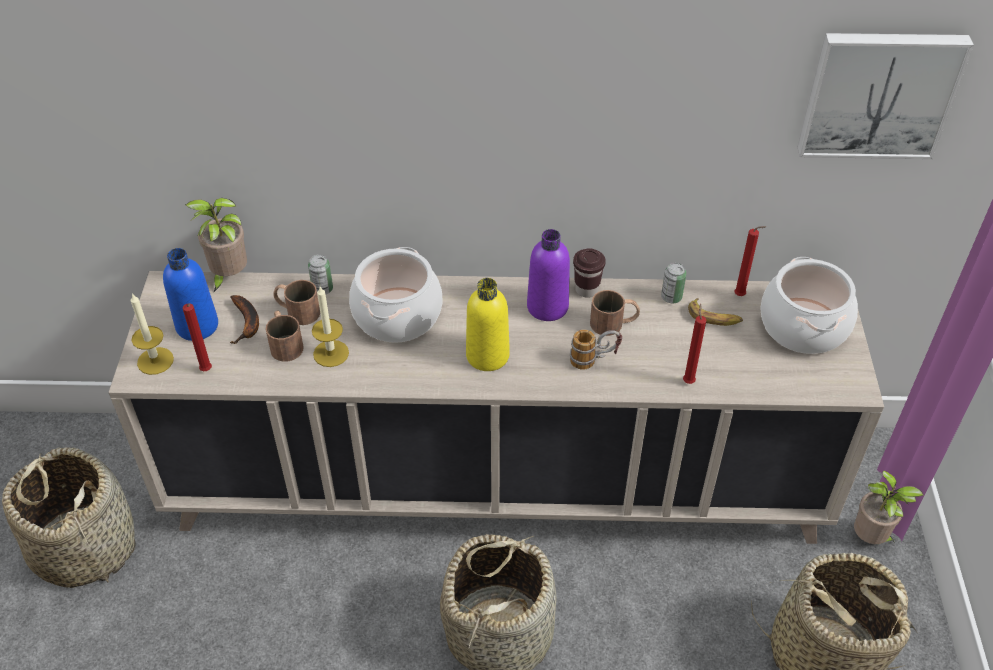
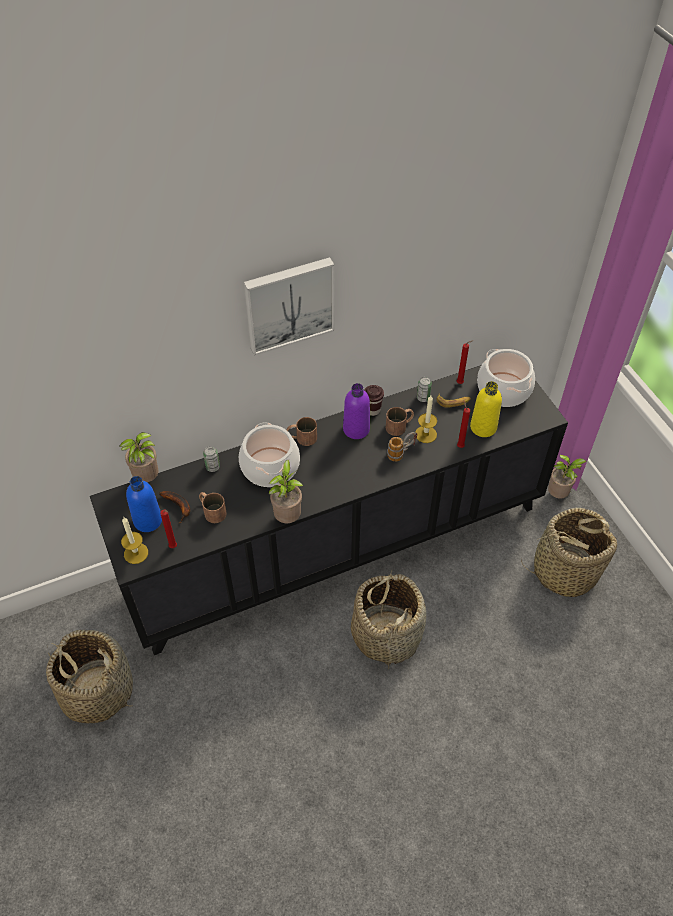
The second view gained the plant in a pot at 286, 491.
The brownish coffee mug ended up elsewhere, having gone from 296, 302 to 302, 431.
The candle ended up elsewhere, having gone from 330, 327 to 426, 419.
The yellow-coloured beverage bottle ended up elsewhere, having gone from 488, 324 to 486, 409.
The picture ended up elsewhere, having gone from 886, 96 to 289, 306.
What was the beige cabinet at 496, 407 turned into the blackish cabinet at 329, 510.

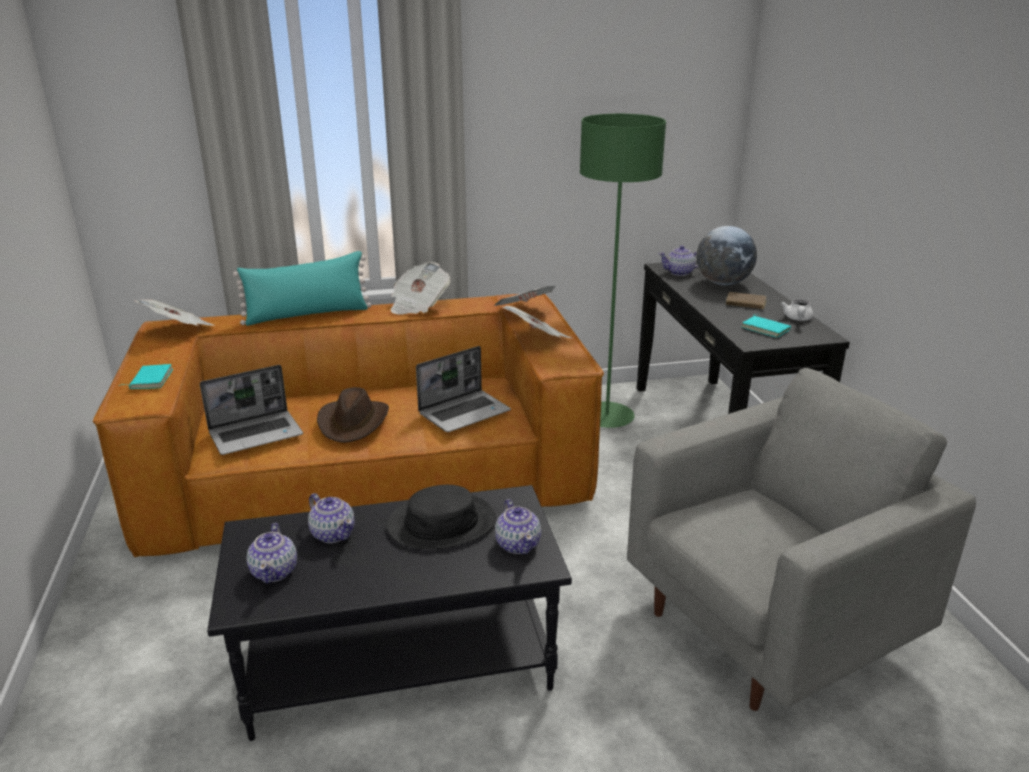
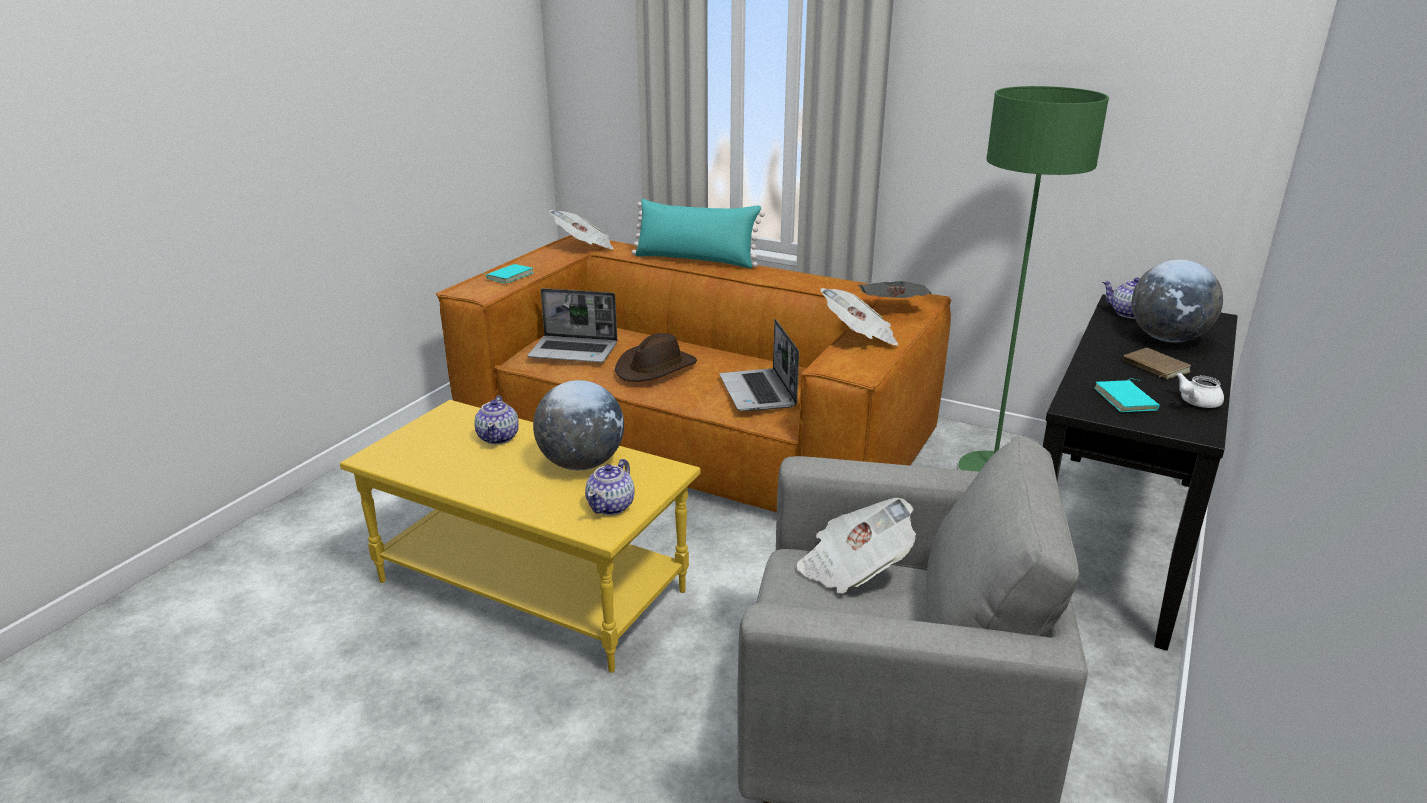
The second view lost the tea pot at 272, 553.
The daily paper ended up elsewhere, having gone from 420, 288 to 856, 546.
Where the blackish wearable hat stood at 441, 517, the world globe came to stand at 578, 425.
What was the blackish low table at 389, 613 turned into the yellow-coloured low table at 520, 536.
The laptop at 463, 389 ended up facing another way, 75 degrees clockwise from before.

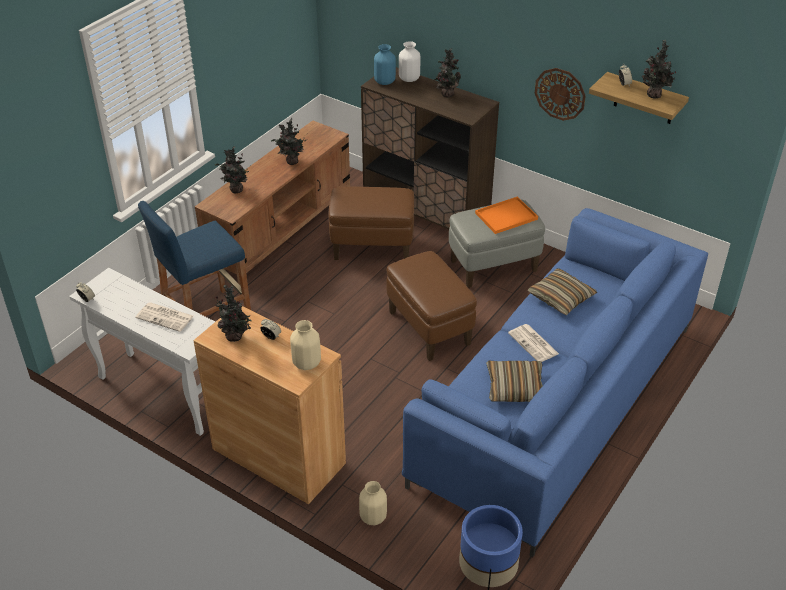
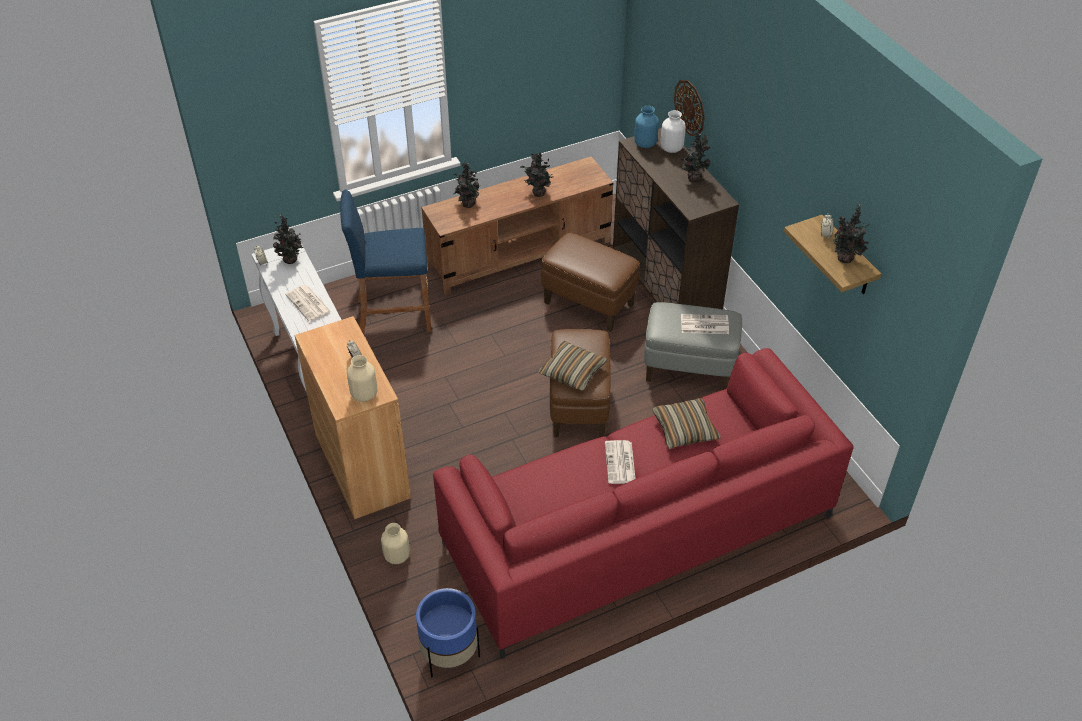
The plant in a pot ended up elsewhere, having gone from 234, 313 to 288, 239.
The cushion ended up elsewhere, having gone from 514, 381 to 572, 366.
The hanging clock ended up elsewhere, having gone from 560, 94 to 689, 108.
Where the orange carrying tray stood at 506, 215, the daily paper came to stand at 705, 324.
What was the blue settee at 555, 382 turned into the red-coloured settee at 643, 503.

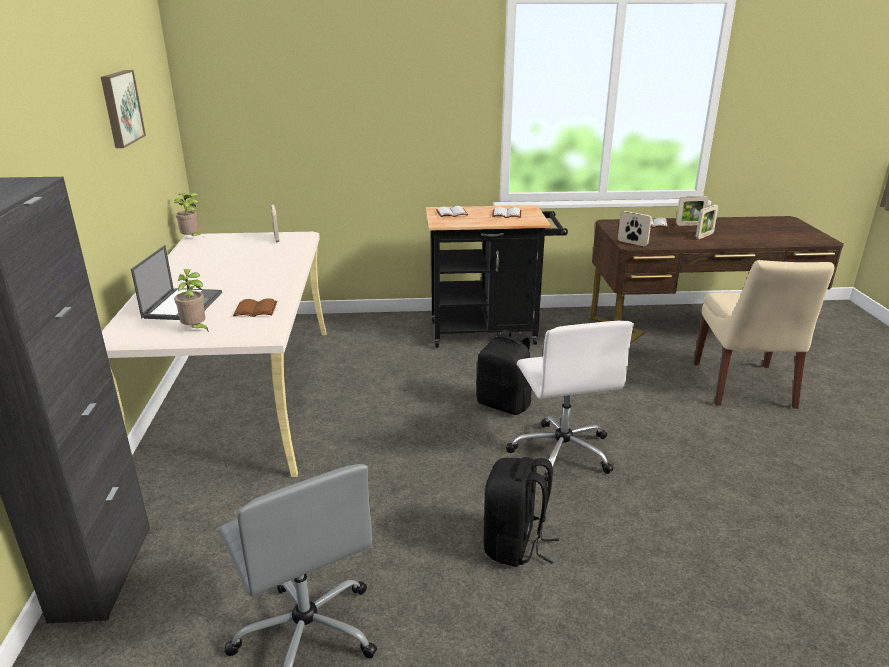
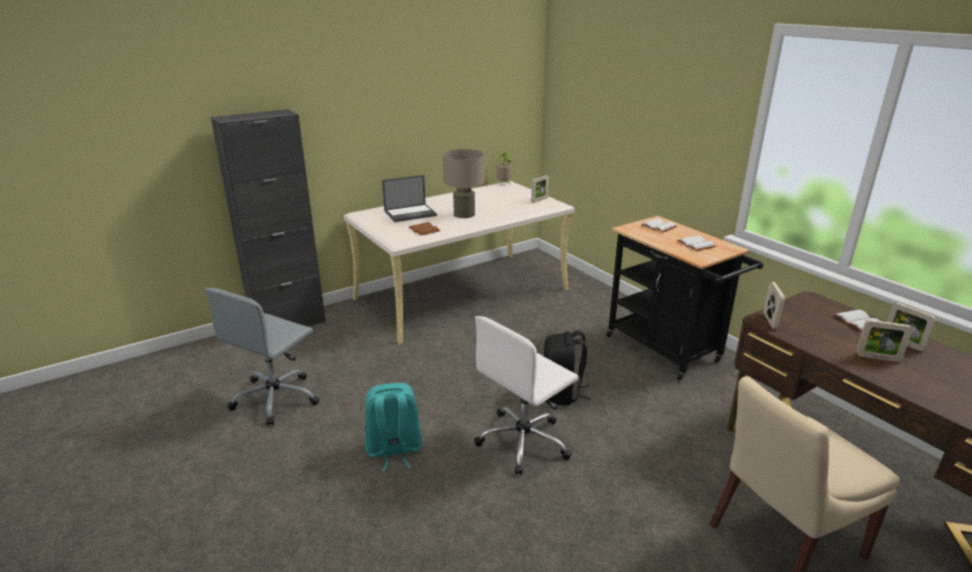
The second view lost the picture at 123, 109.
The second view lost the plant in a pot at 191, 300.
The second view gained the beige table lamp at 463, 183.
What was the blackish backpack at 521, 512 turned into the blue-green backpack at 393, 427.

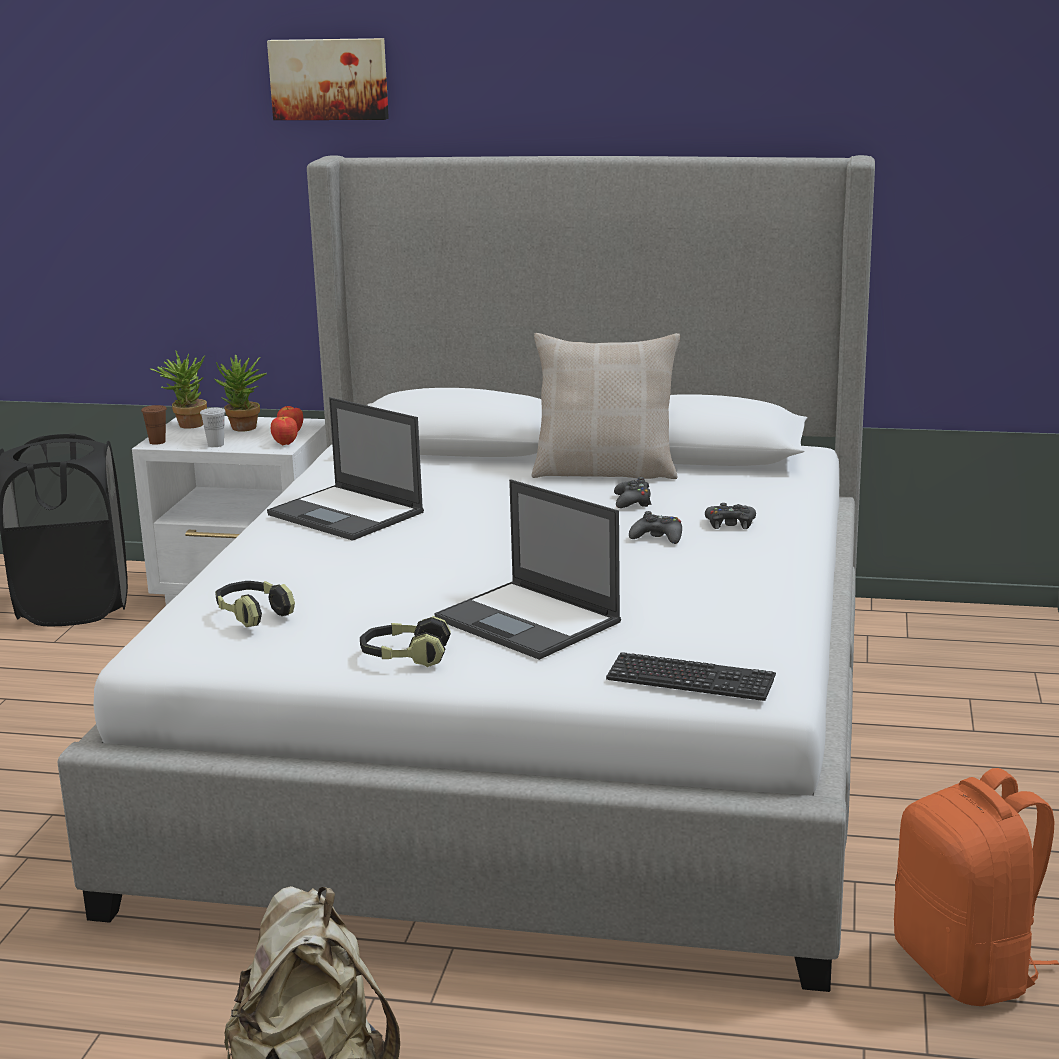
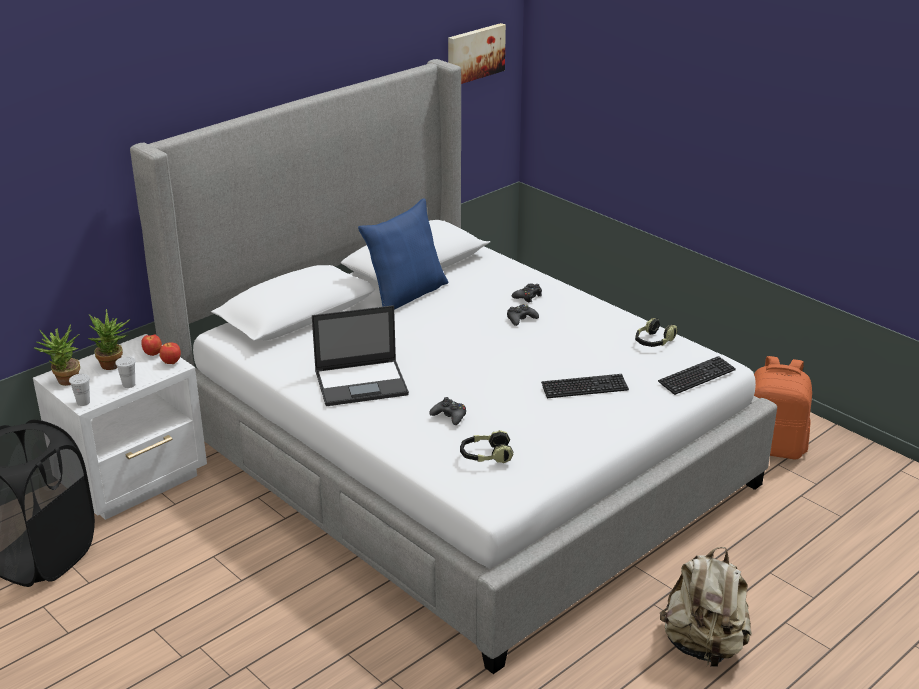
The picture ended up elsewhere, having gone from 328, 79 to 477, 53.
The headset ended up elsewhere, having gone from 405, 641 to 656, 332.
The blackish joypad ended up elsewhere, having gone from 633, 492 to 448, 411.
Where the laptop stood at 528, 569, the PC keyboard came to stand at 585, 386.
What was the brownish cup at 154, 425 turned into the white-coloured cup at 79, 390.
What was the beige cushion at 606, 406 turned into the blue cushion at 403, 254.

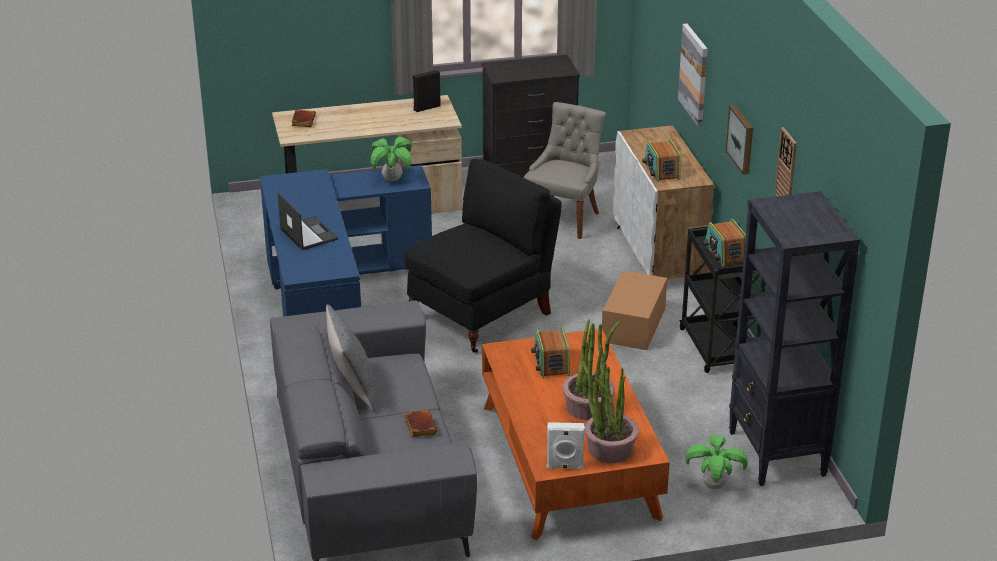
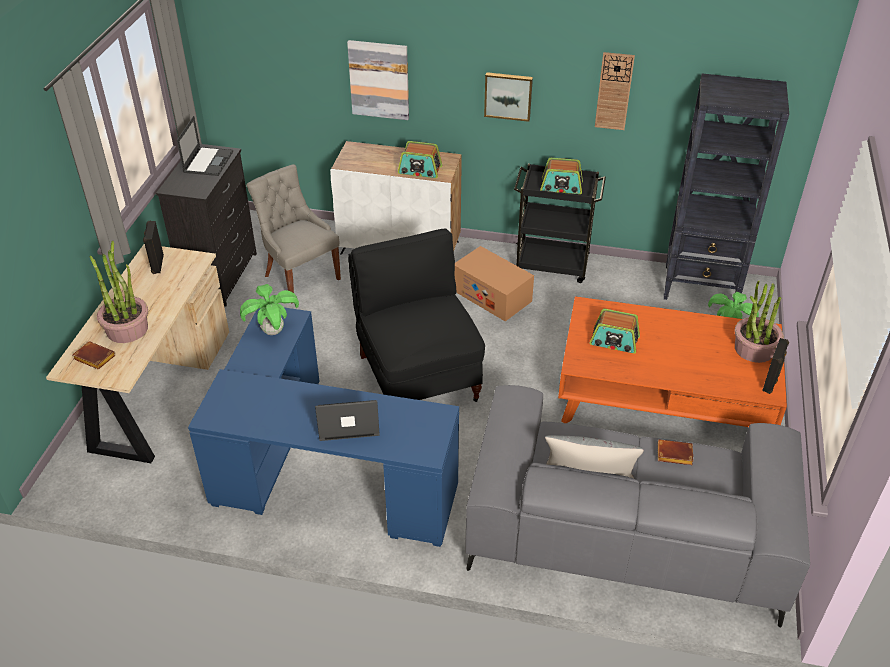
The second view gained the laptop at 205, 146.
The plant in a pot ended up elsewhere, having gone from 591, 369 to 119, 292.
What was the white-coloured speaker at 565, 445 turned into the blackish speaker at 775, 366.

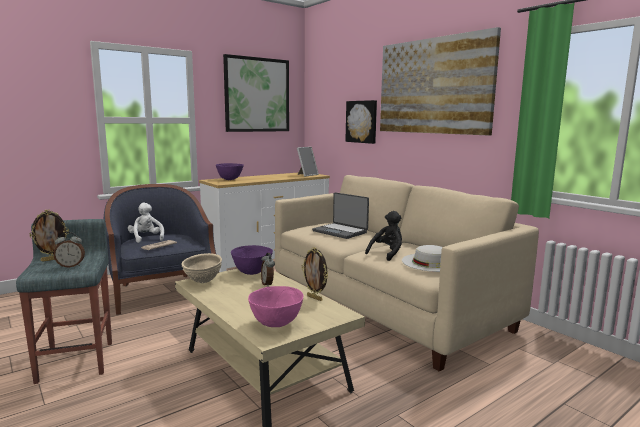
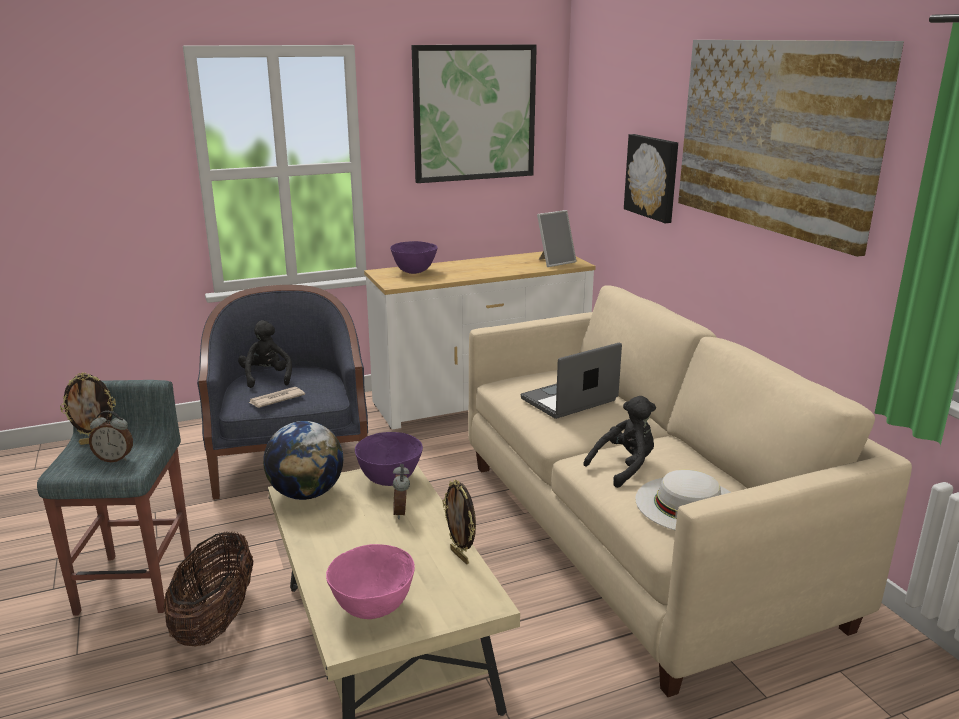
The second view gained the storage basket at 208, 588.
Where the beige serving bowl stood at 201, 268, the world globe came to stand at 303, 460.
What was the white-coloured cuddly toy at 146, 223 turned into the blackish cuddly toy at 265, 354.
The laptop at 340, 215 ended up facing another way, 90 degrees clockwise from before.

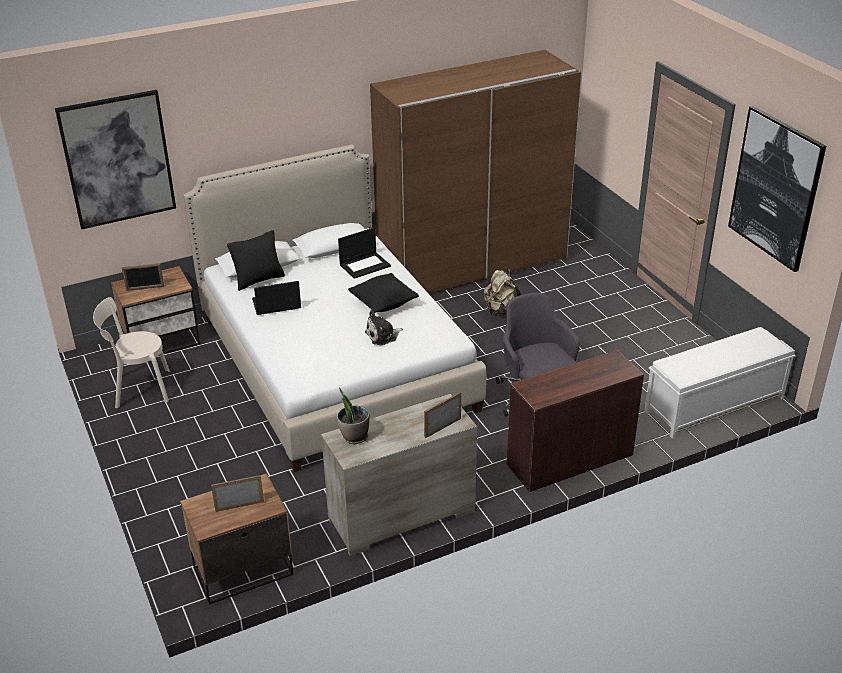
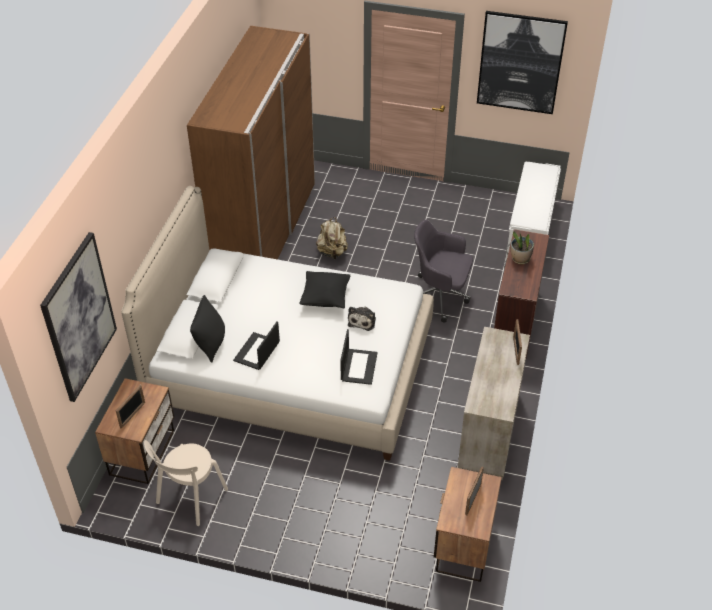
The plant in a pot ended up elsewhere, having gone from 353, 416 to 522, 247.
The laptop ended up elsewhere, having gone from 364, 253 to 359, 357.

